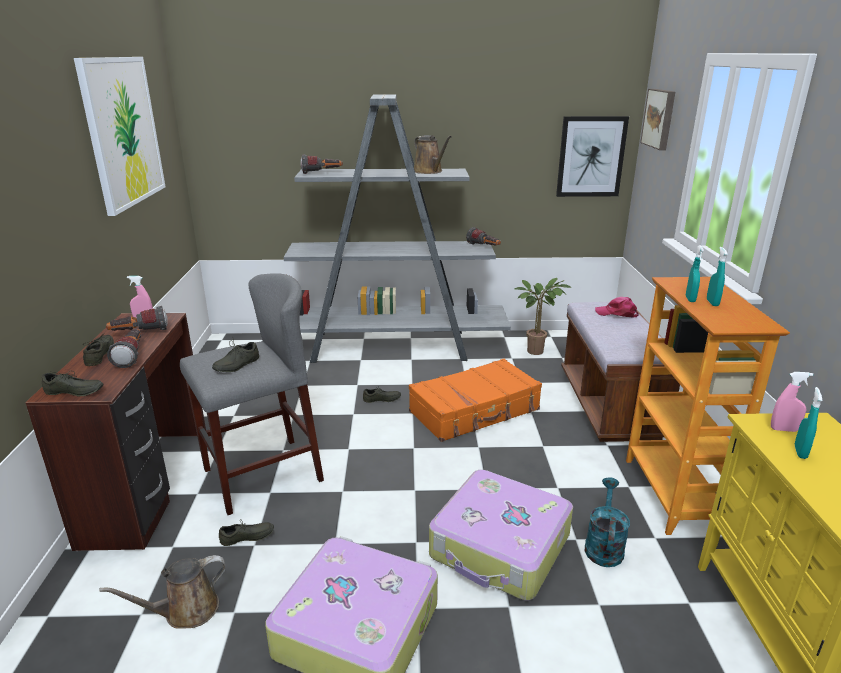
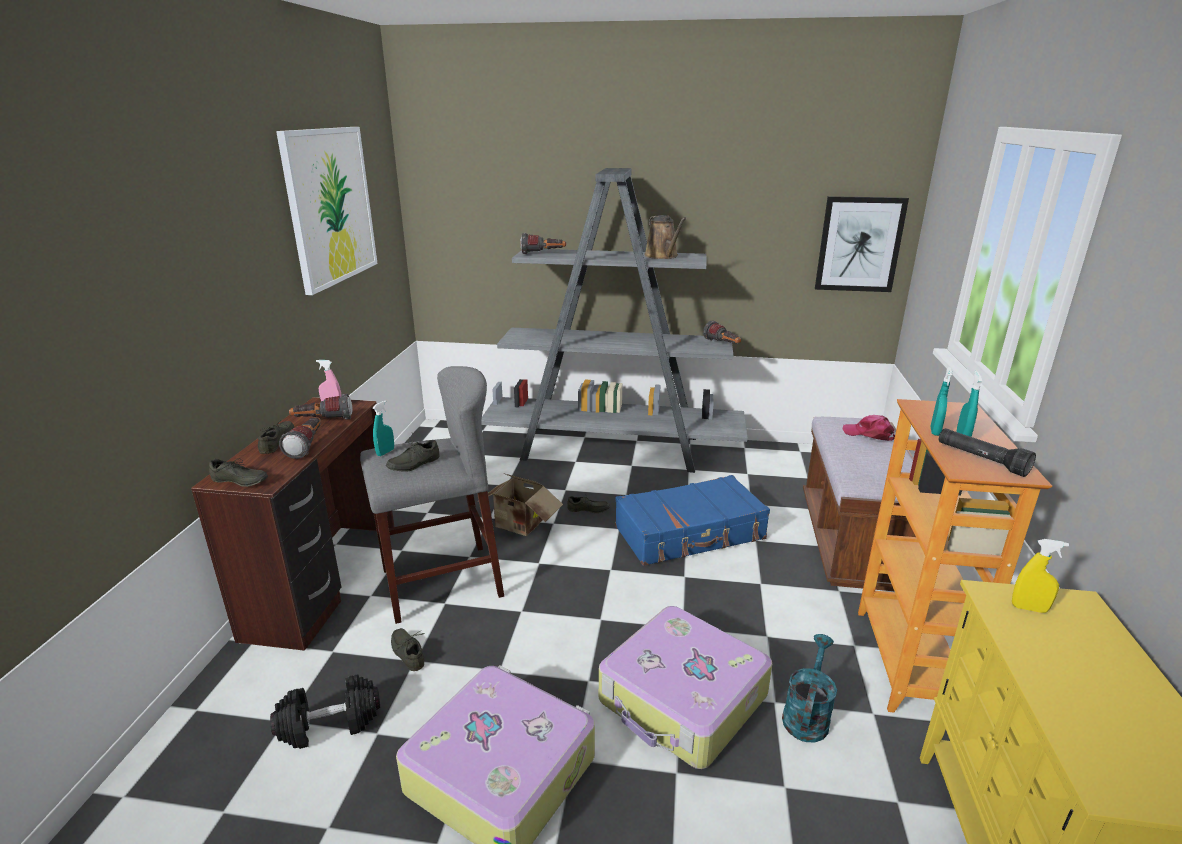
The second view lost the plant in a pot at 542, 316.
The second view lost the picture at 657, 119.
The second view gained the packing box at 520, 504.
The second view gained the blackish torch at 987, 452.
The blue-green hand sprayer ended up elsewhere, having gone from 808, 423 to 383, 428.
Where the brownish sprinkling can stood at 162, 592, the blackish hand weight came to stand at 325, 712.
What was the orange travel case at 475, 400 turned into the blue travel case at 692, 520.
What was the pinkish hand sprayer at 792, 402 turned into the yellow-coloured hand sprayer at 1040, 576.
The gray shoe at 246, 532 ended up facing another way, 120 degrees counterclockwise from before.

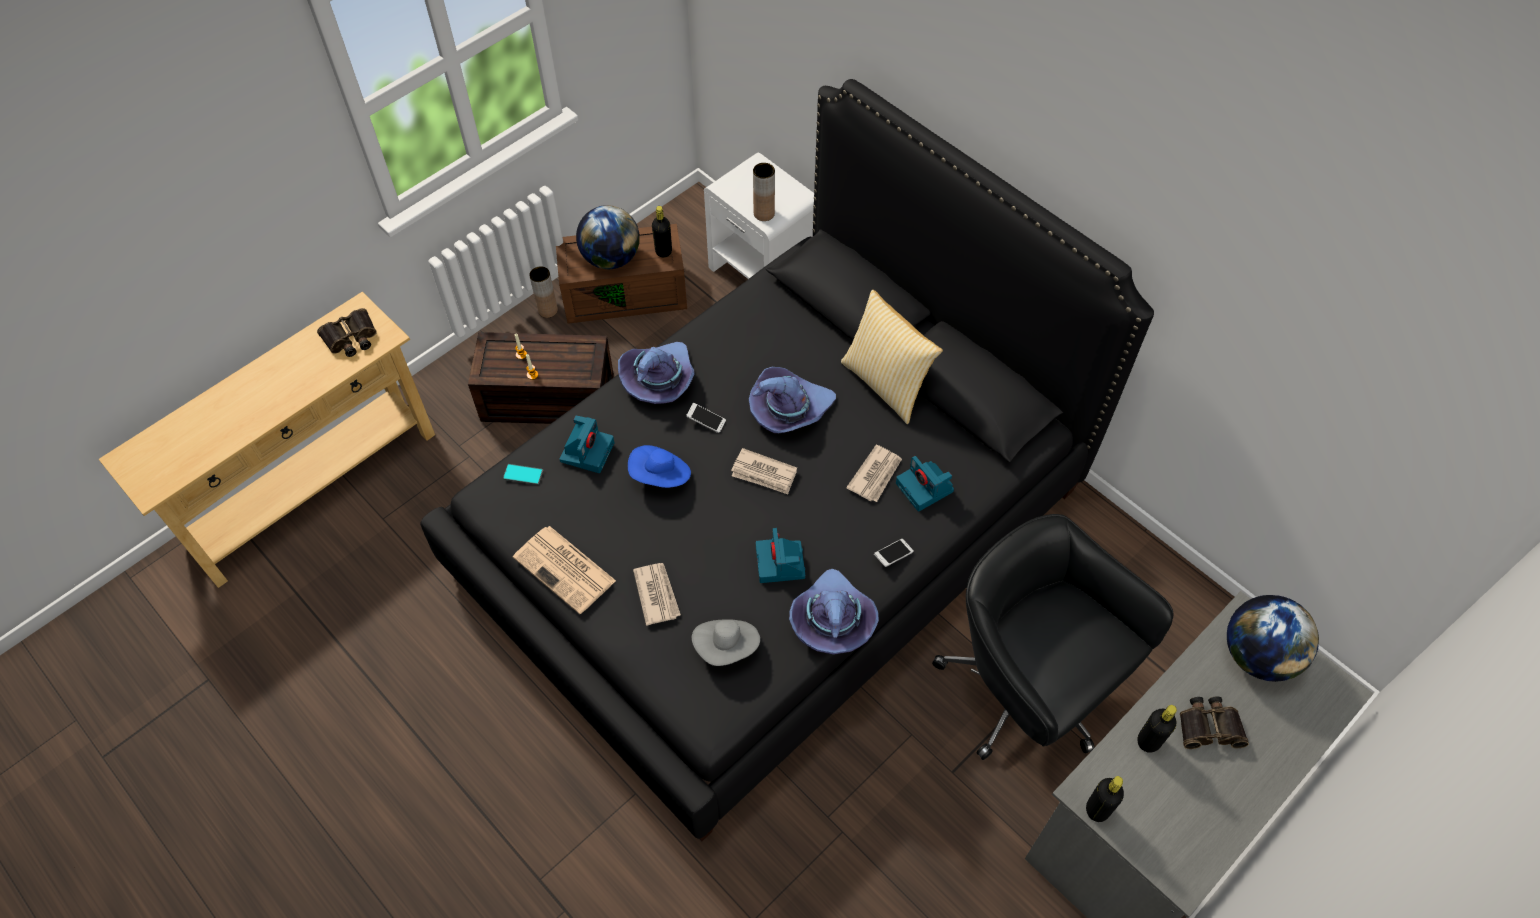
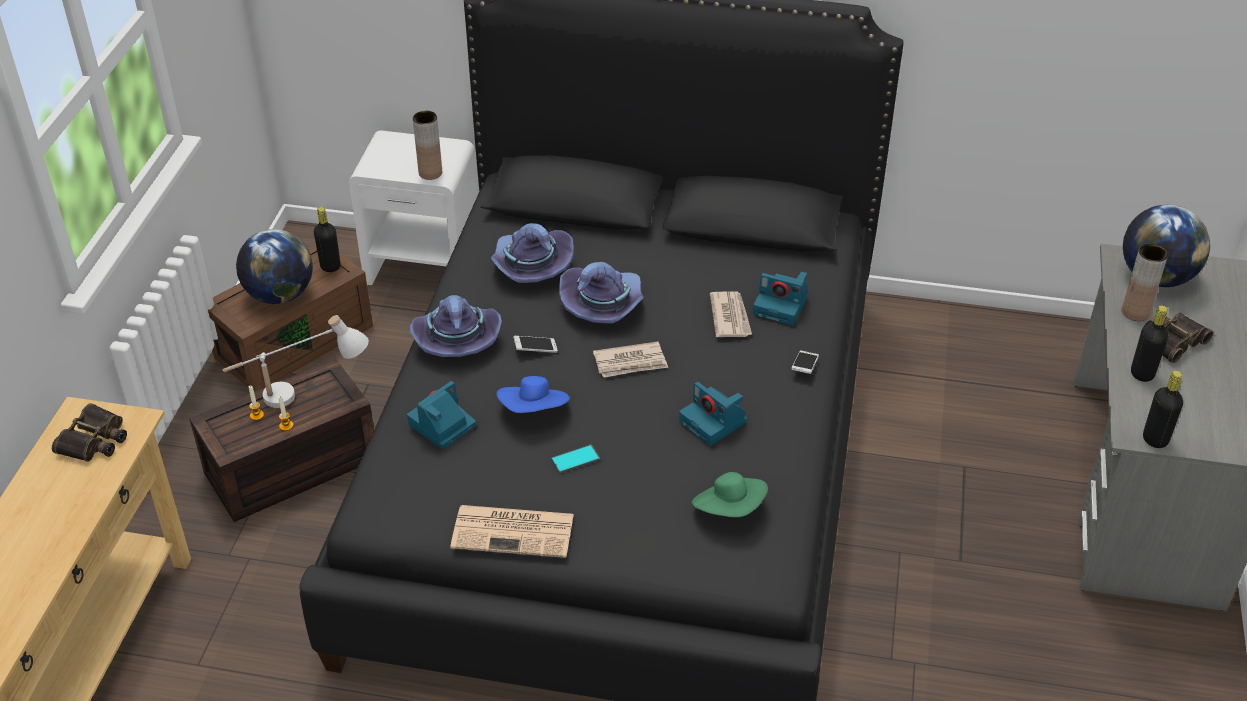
The second view lost the daily paper at 657, 594.
The second view lost the cushion at 892, 357.
The second view lost the blackish office chair at 1052, 637.
The second view gained the white-coloured table lamp at 296, 361.
The phone ended up elsewhere, having gone from 523, 474 to 575, 458.
The brownish vase ended up elsewhere, having gone from 543, 292 to 1145, 282.
The purple-coloured wearable hat ended up elsewhere, having gone from 834, 612 to 532, 253.
What was the gray wearable hat at 726, 642 turned into the green-coloured wearable hat at 730, 494.
The photo camera at 587, 444 ended up facing another way, 120 degrees counterclockwise from before.

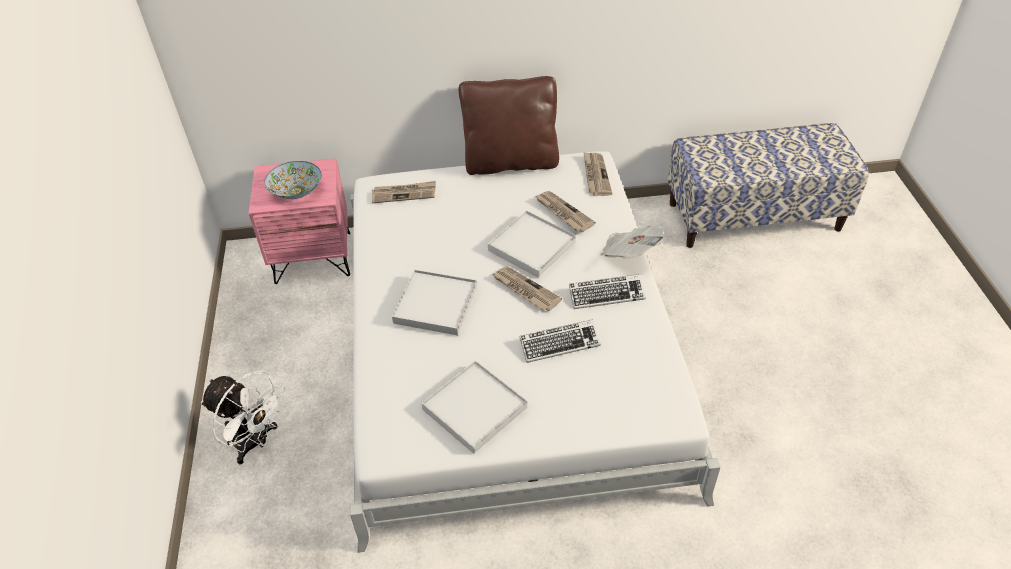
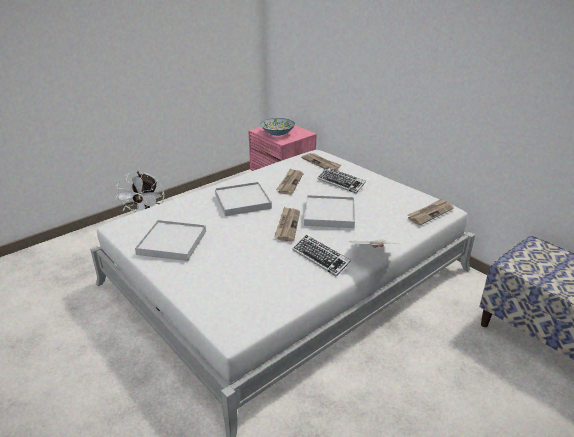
The second view lost the brownish cushion at 509, 125.
The PC keyboard ended up elsewhere, having gone from 560, 341 to 341, 180.
The daily paper ended up elsewhere, having gone from 565, 211 to 289, 181.

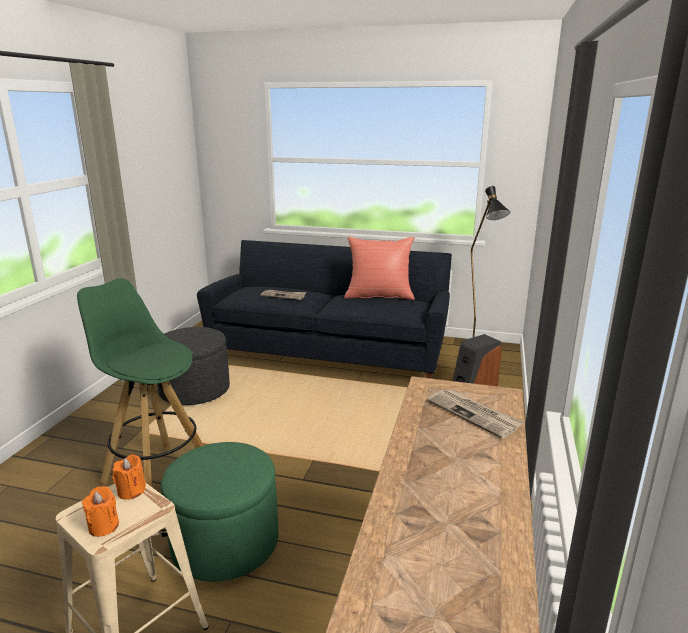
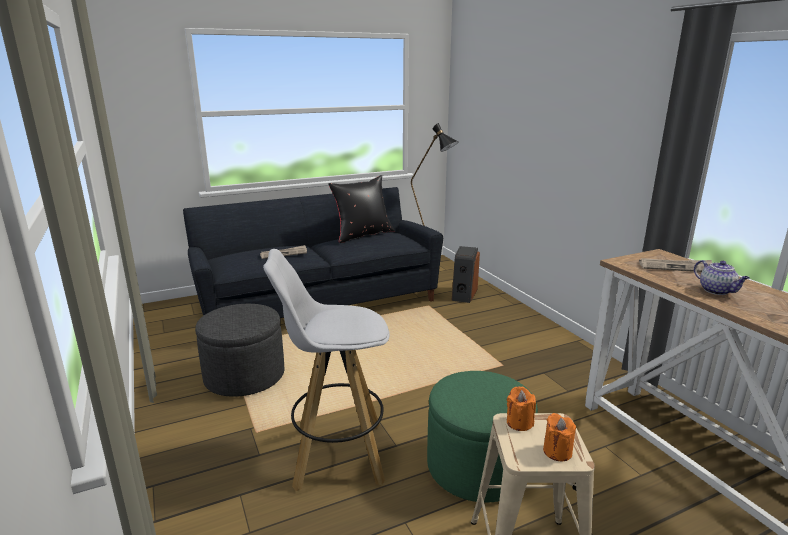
The second view gained the tea pot at 721, 277.
What was the green-coloured sitting stool at 140, 382 turned into the white-coloured sitting stool at 326, 370.
What was the red-coloured cushion at 379, 268 turned into the blackish cushion at 361, 209.

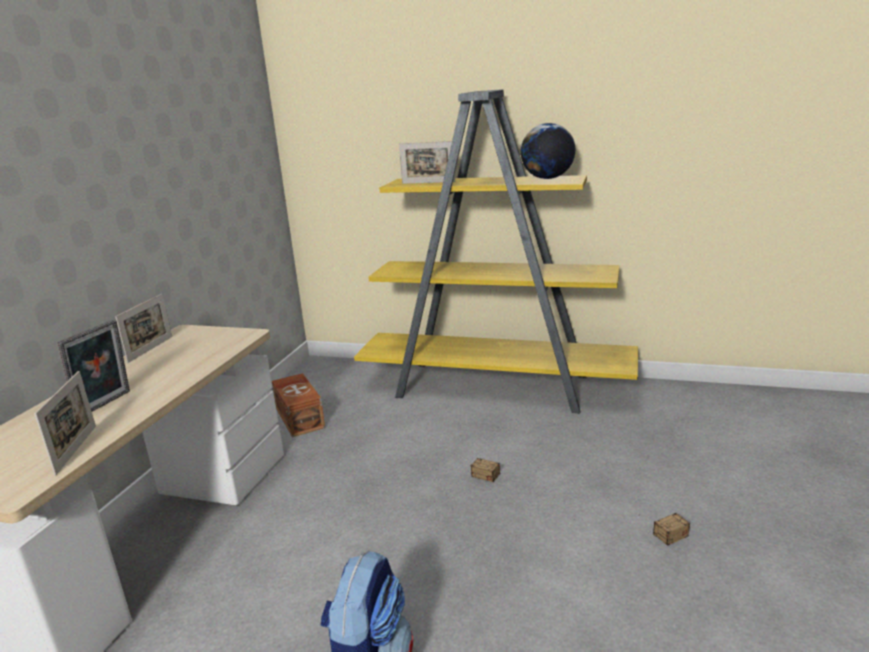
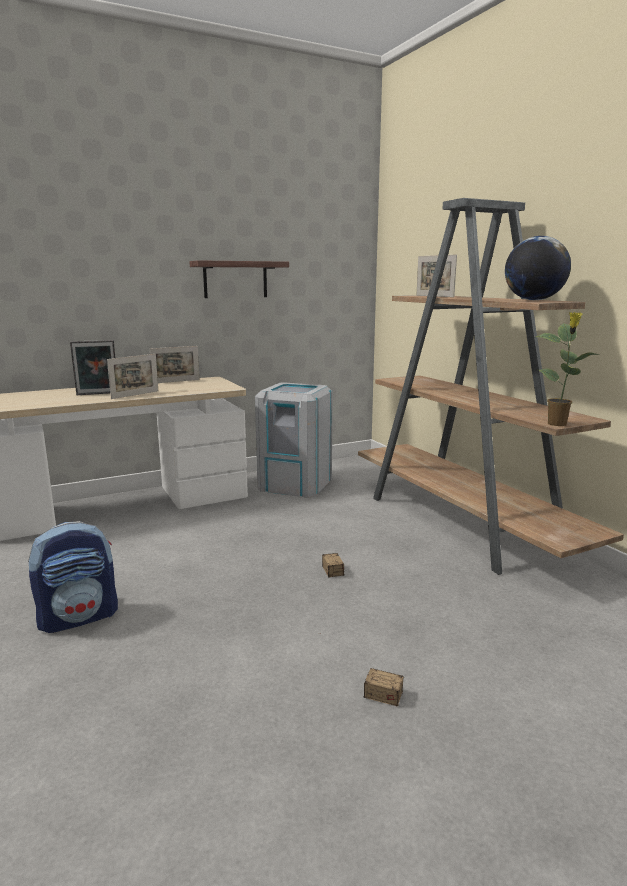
The second view gained the shelf at 239, 279.
The second view gained the plant in a pot at 568, 369.
The photo frame ended up elsewhere, having gone from 65, 423 to 132, 376.
Where the brownish storage box stood at 298, 405, the gray waste bin came to stand at 294, 440.
What was the yellow-coloured shelving unit at 496, 251 turned into the brownish shelving unit at 491, 386.

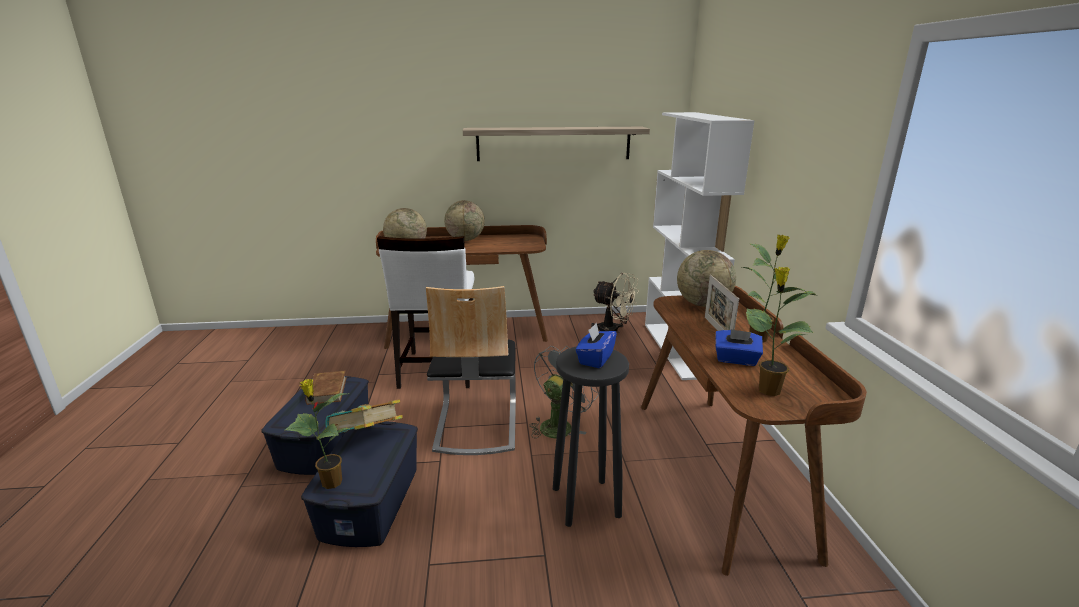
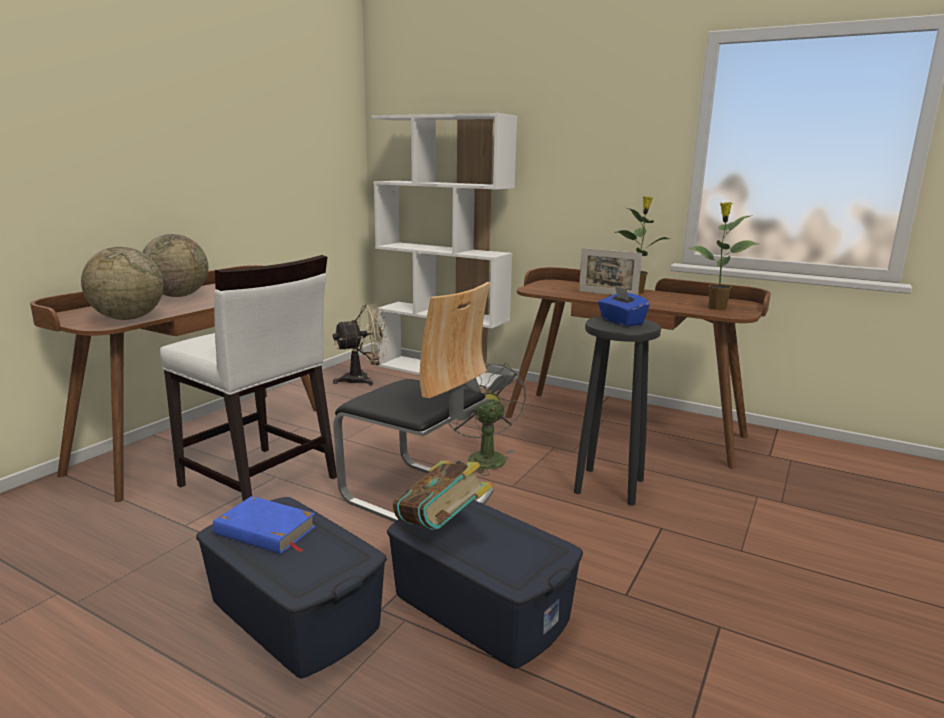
The second view lost the plant in a pot at 317, 434.
The second view lost the shelf at 556, 144.
The second view lost the world globe at 706, 278.
The second view lost the blue box of tissues at 739, 347.
What was the brownish bound book at 326, 389 turned into the blue bound book at 264, 525.

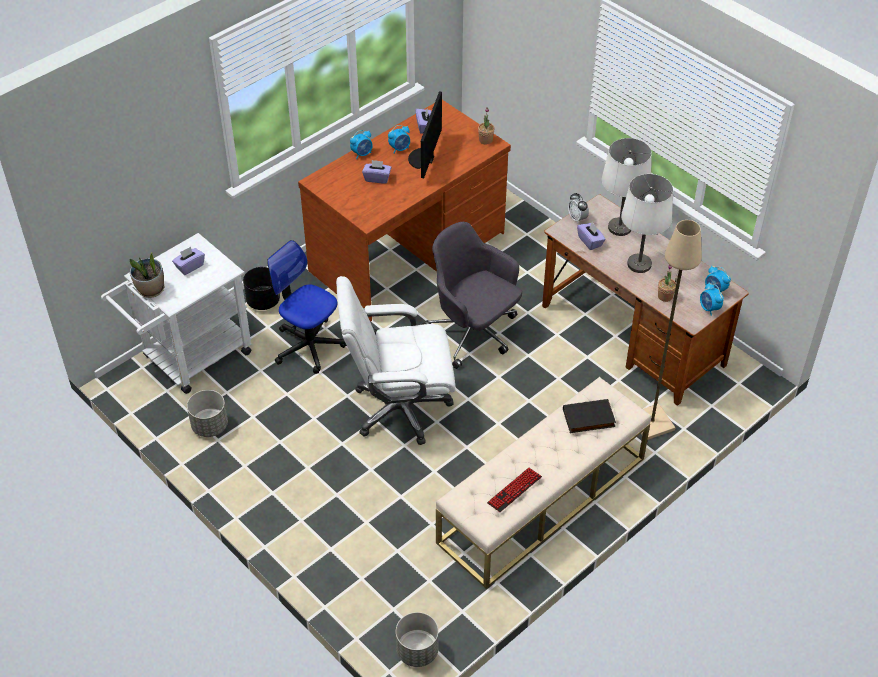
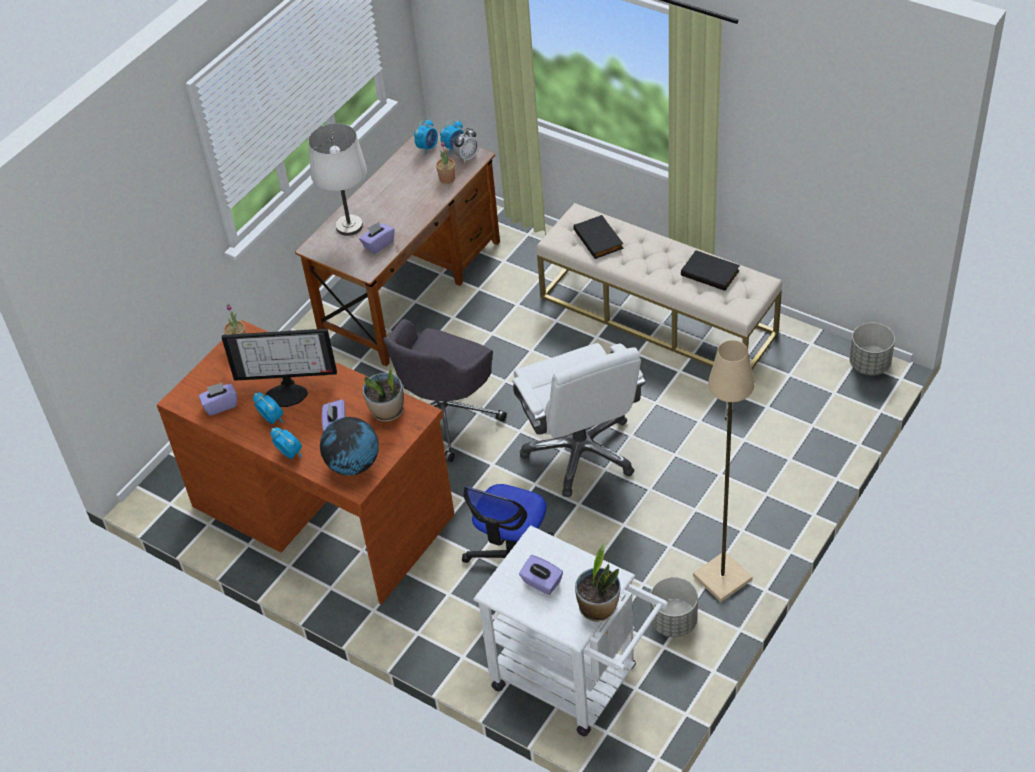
The second view lost the blackish plant pot at 261, 288.
The second view lost the white-coloured table lamp at 647, 223.
The second view gained the world globe at 349, 446.
The second view gained the plant in a pot at 383, 395.
The bedside clock ended up elsewhere, having gone from 578, 208 to 466, 145.
The beige standard lamp ended up elsewhere, having gone from 671, 330 to 723, 471.
Where the PC keyboard stood at 514, 490, the blackish bound book came to stand at 710, 270.

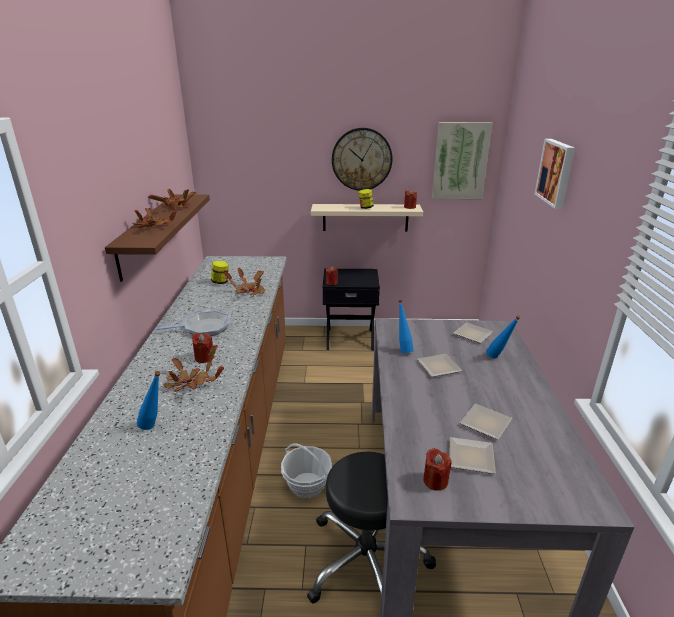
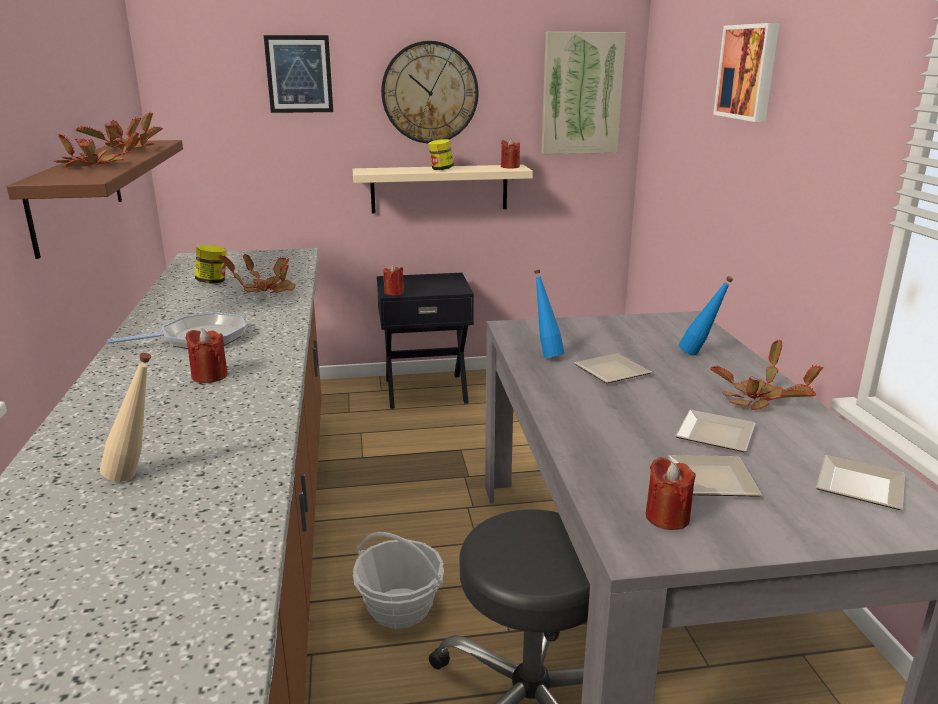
The second view gained the picture at 298, 74.
The plant in a pot ended up elsewhere, having gone from 194, 368 to 766, 375.
The plate ended up elsewhere, having gone from 473, 332 to 860, 482.
What was the blue beverage bottle at 149, 400 turned into the beige beverage bottle at 125, 417.

